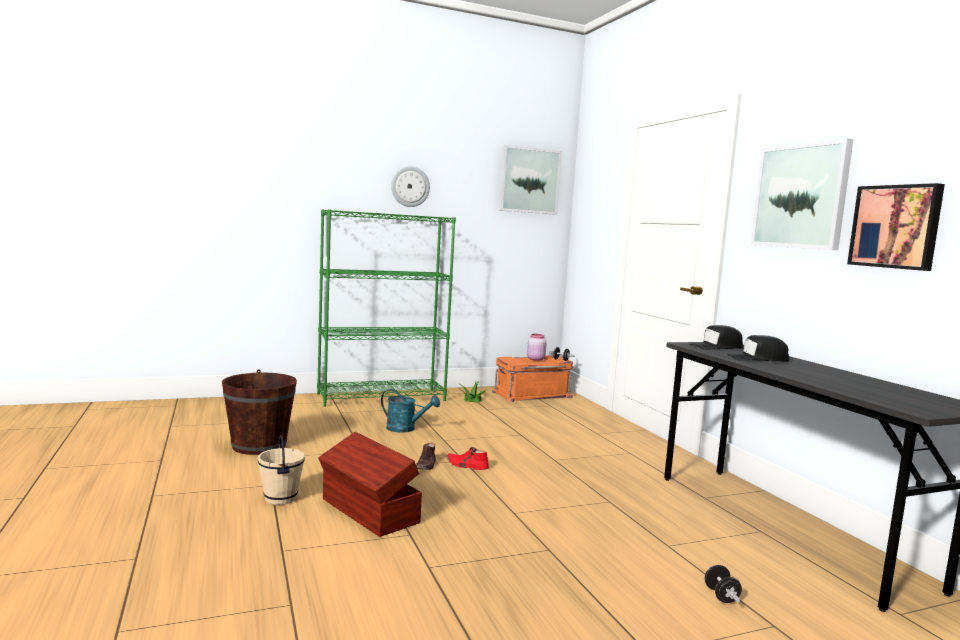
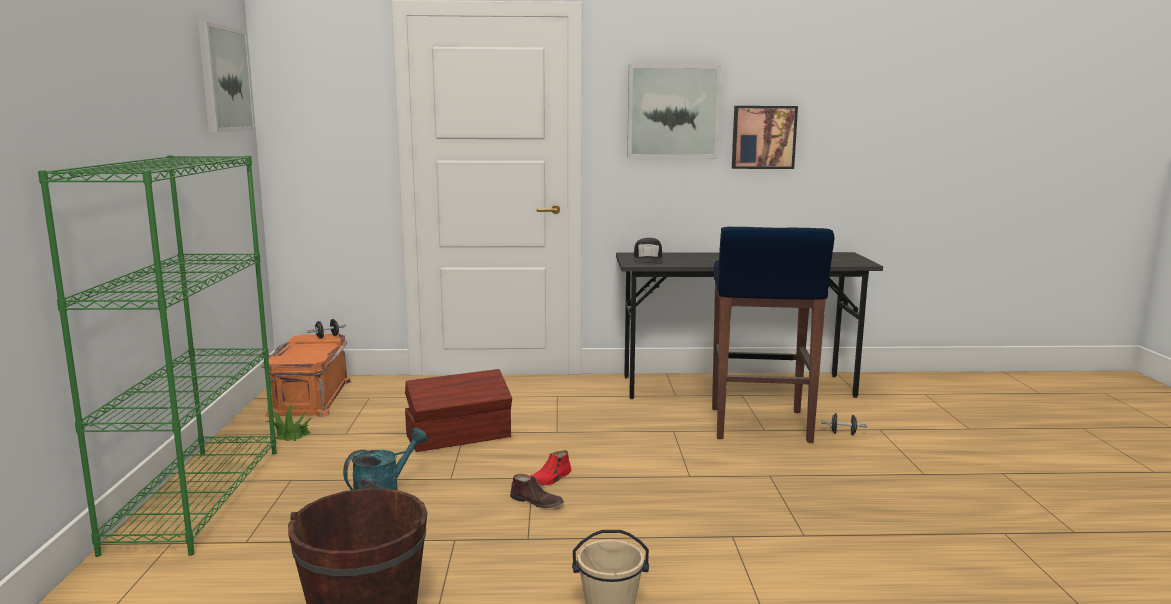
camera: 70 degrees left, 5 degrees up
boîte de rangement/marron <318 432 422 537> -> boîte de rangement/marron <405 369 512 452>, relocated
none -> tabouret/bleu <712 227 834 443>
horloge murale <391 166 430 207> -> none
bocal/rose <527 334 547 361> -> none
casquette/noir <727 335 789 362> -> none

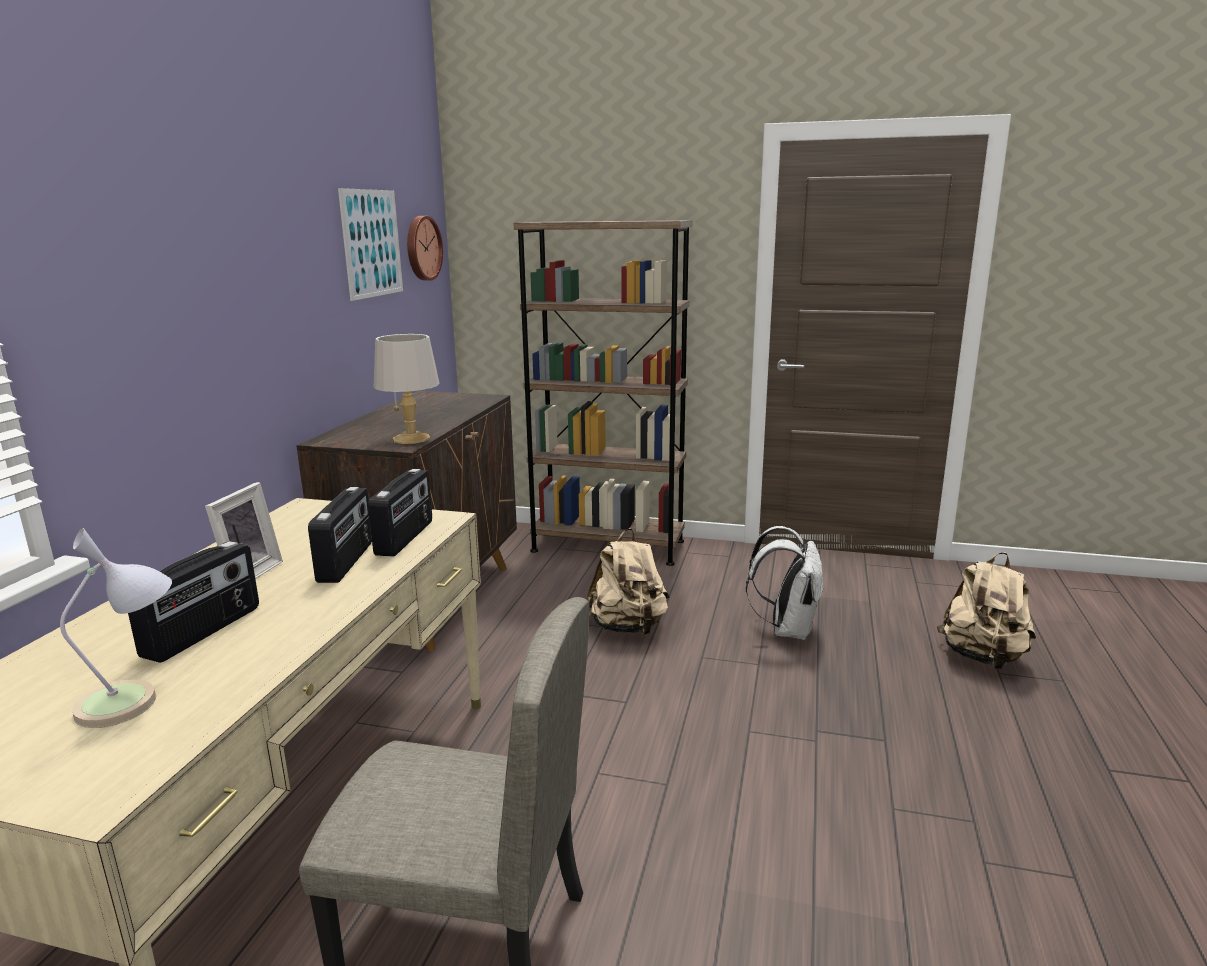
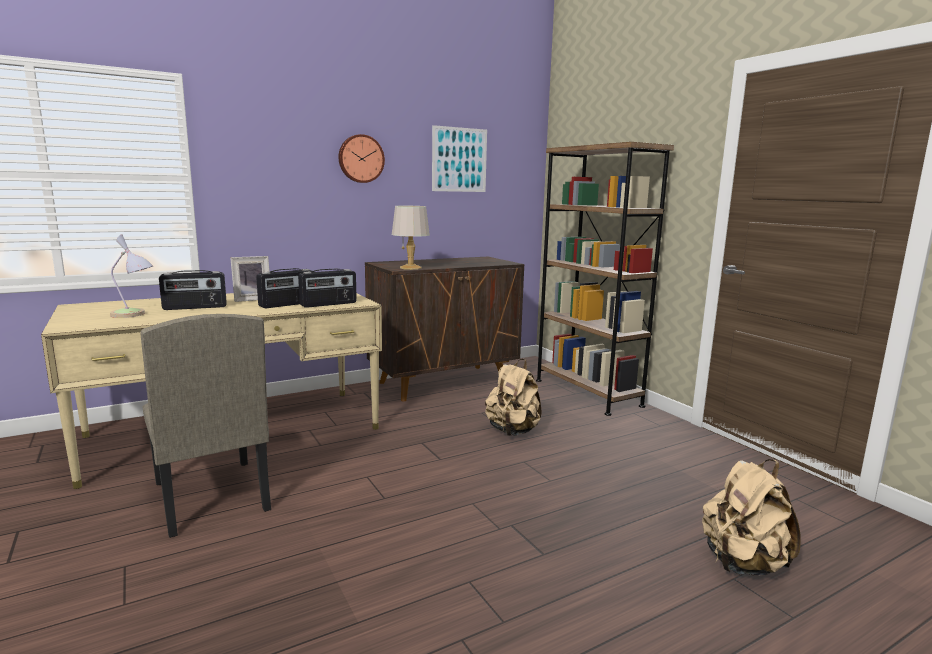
camera: 45 degrees right, 5 degrees down
horloge murale <407 216 443 281> -> horloge murale <338 134 385 183>, relocated
sac à dos/blanc <746 526 824 640> -> none

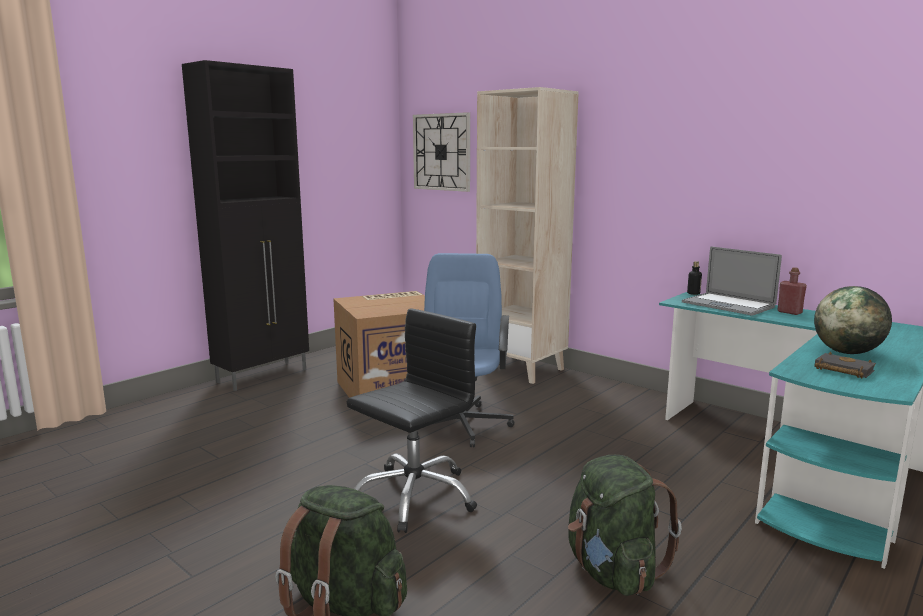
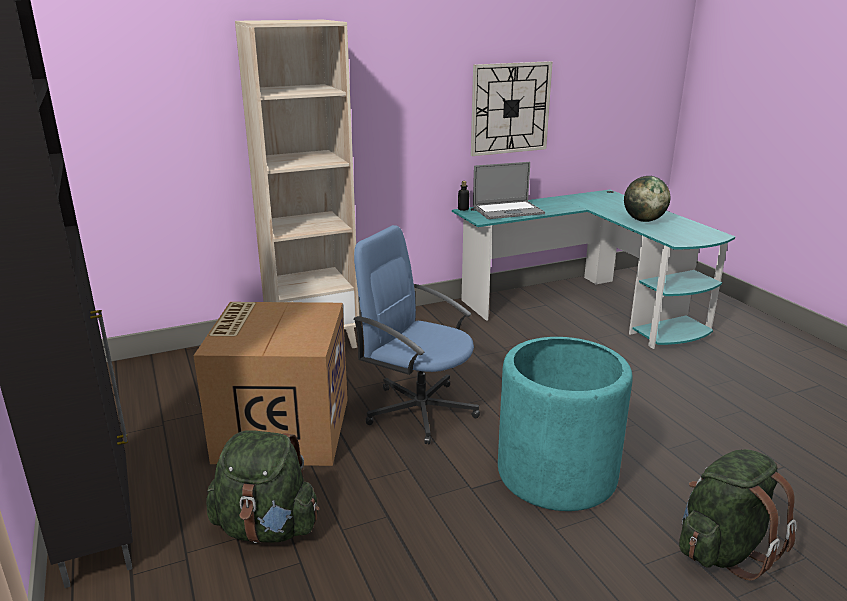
camera: 65 degrees left, 10 degrees up
sac à dos/vert <568 455 682 596> -> sac à dos/vert <206 430 319 543>, relocated
horloge murale <413 112 470 192> -> horloge murale <471 61 552 156>, relocated
chaise de bureau/noir <347 308 477 533> -> cache-pot/turquoise <498 337 633 511>
bouteille/rouge <777 267 807 315> -> none
livre/noir <814 352 876 378> -> none

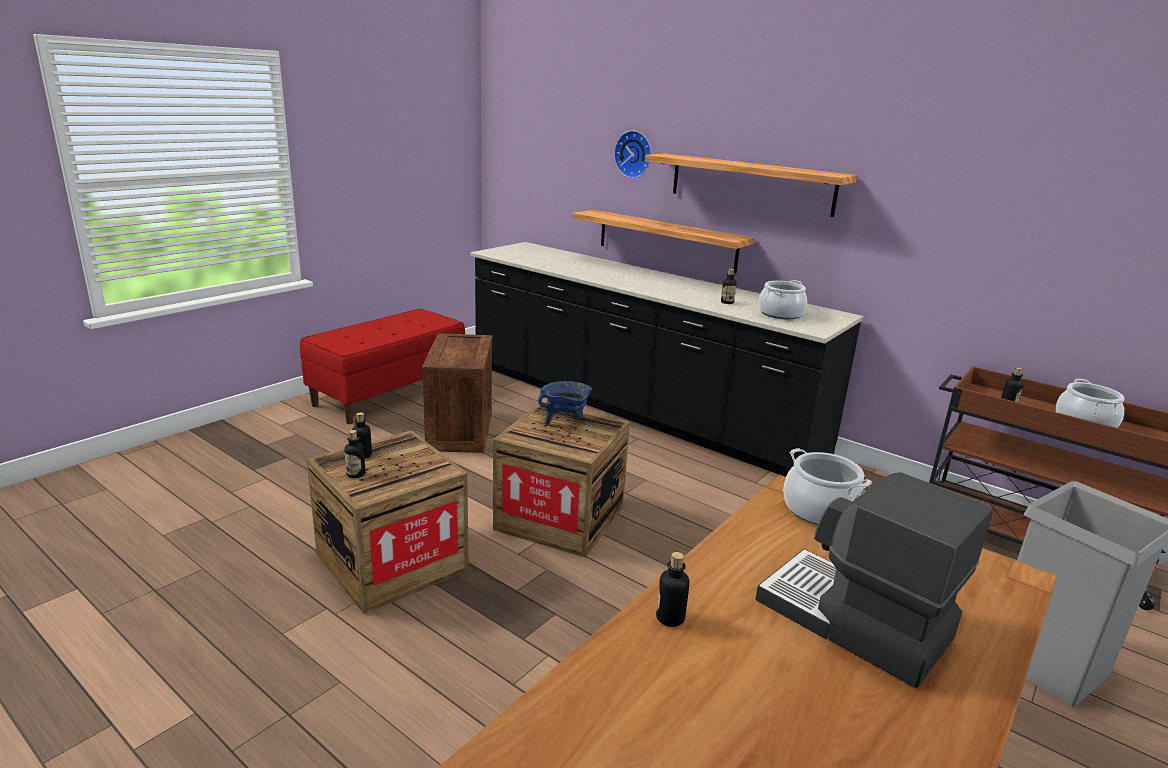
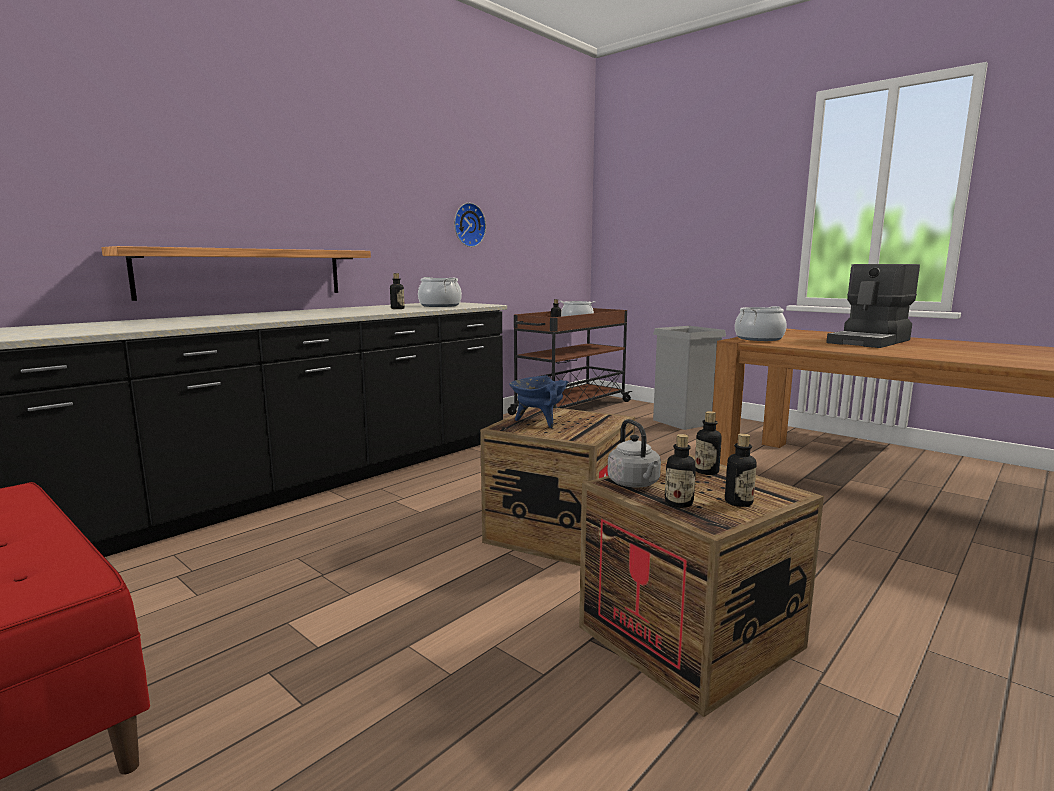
camera: 85 degrees left, 10 degrees down
horloge murale <614 130 652 178> -> horloge murale <454 203 486 247>, relocated
none -> bouilloire/gris <608 419 661 488>
bouteille <656 552 689 627> -> bouteille <695 411 722 475>, relocated
caisse <422 333 492 453> -> none
étagère <645 153 857 217> -> none

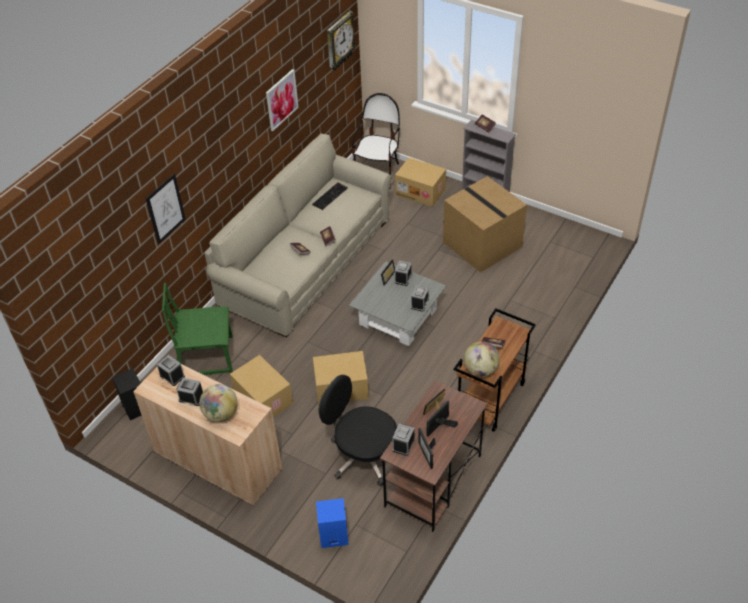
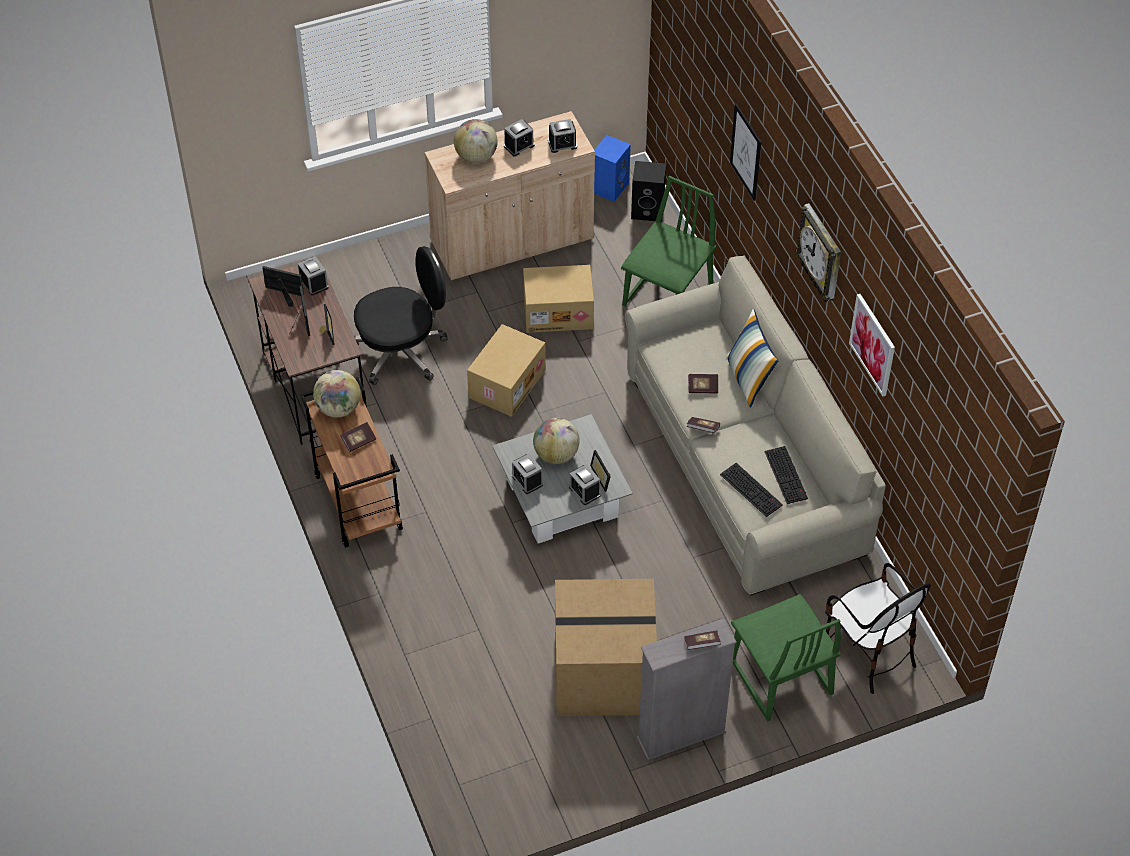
camera: 125 degrees right, 5 degrees up
none -> globe <533 418 580 464>
enceinte/bleu <316 498 349 548> -> enceinte/bleu <594 135 631 202>, relocated
none -> clavier <720 463 783 517>
none -> coussin <727 309 778 408>
carton <395 158 446 207> -> chaise/vert <731 594 841 721>
horloge murale <327 11 356 70> -> horloge murale <795 203 841 302>, relocated

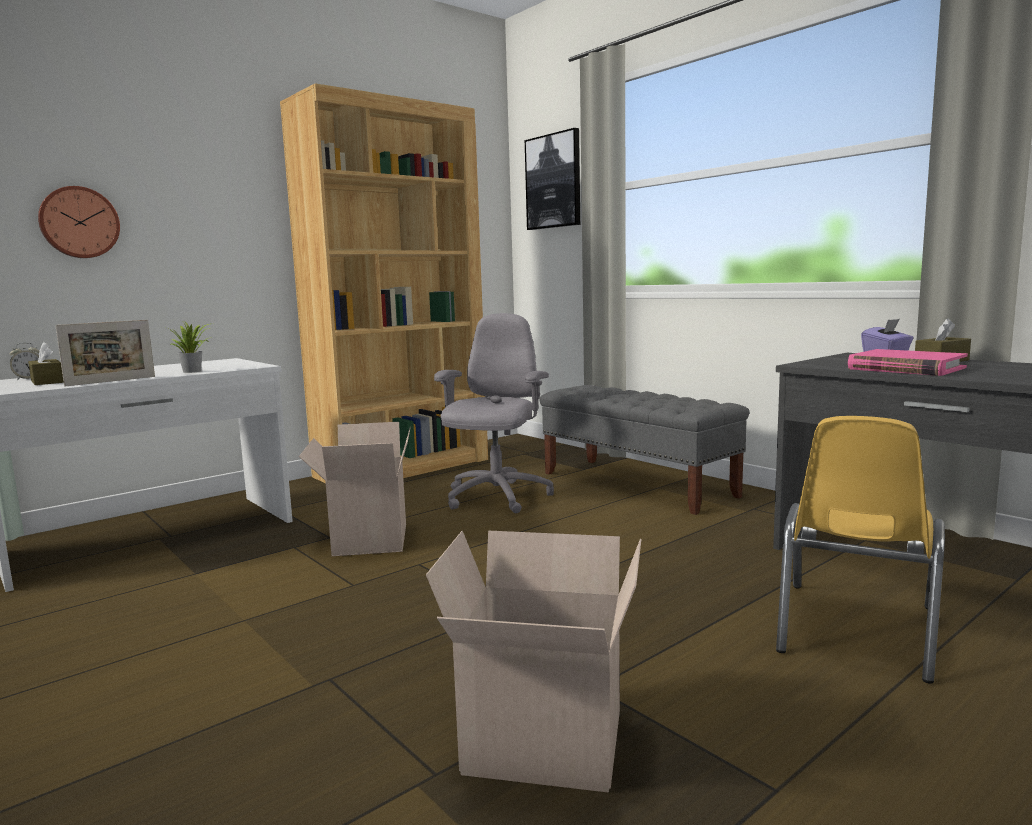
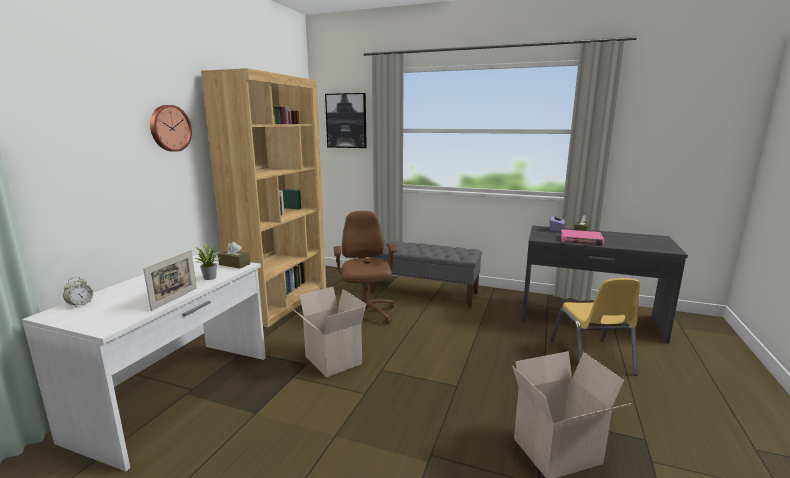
camera: 30 degrees left, 5 degrees up
horloge murale <38 186 120 258> -> horloge murale <150 105 192 152>, relocated
boîte à mouchoirs/marron <28 342 64 385> -> boîte à mouchoirs/marron <218 242 250 268>, relocated
chaise de bureau/gris <434 313 554 513> -> chaise de bureau/marron <334 211 397 324>

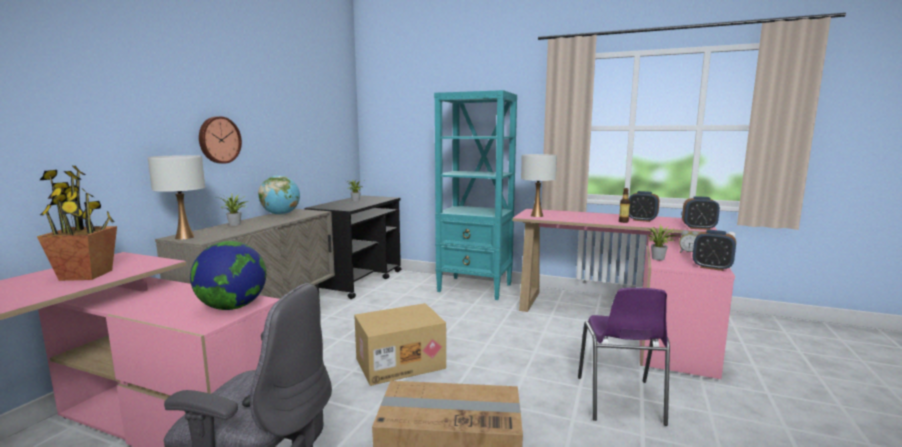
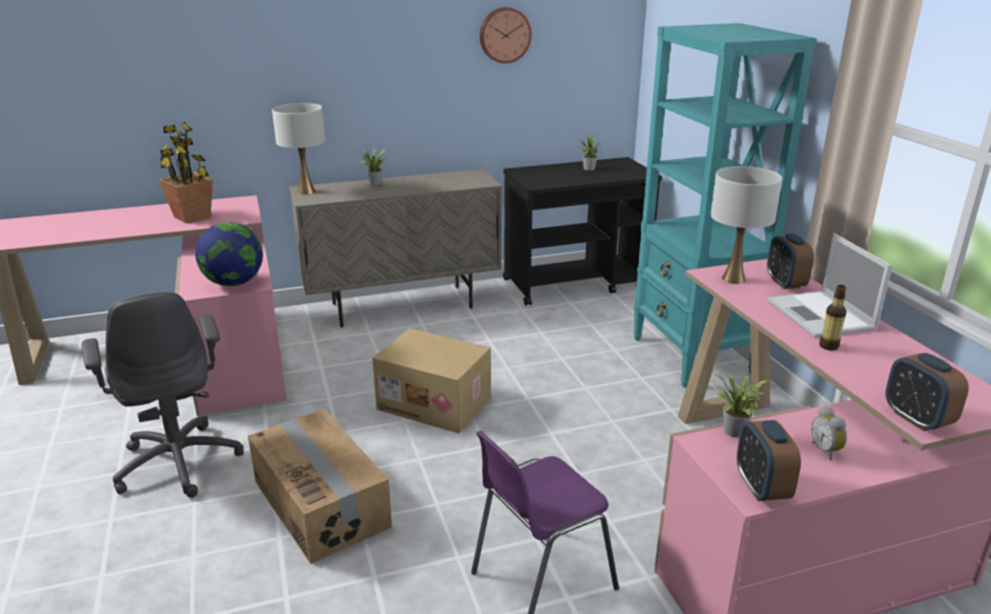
camera: 50 degrees right, 15 degrees up
horloge murale <199 116 242 164> -> horloge murale <480 7 532 63>, relocated
none -> ordinateur portable <766 233 892 338>
réveil <629 191 659 222> -> réveil <767 233 814 289>, relocated
globe <258 175 300 215> -> none

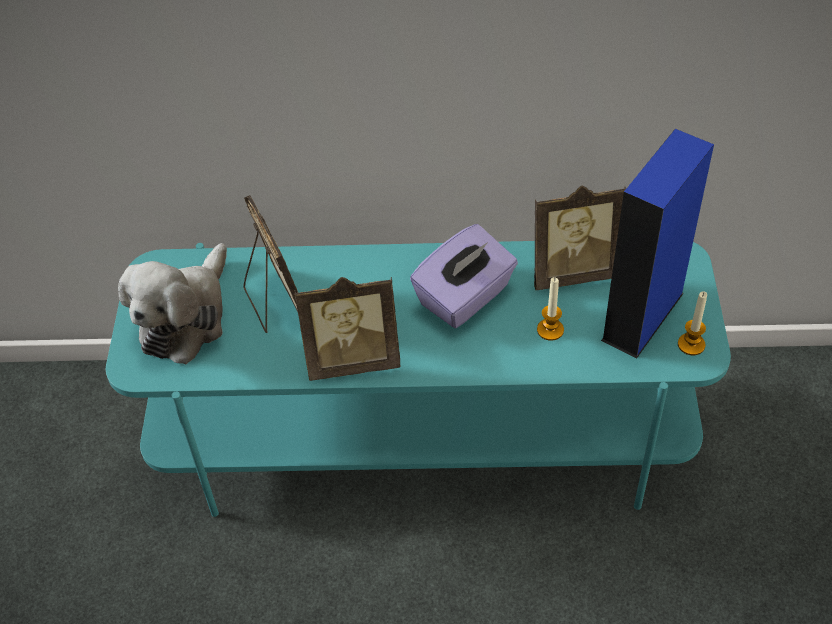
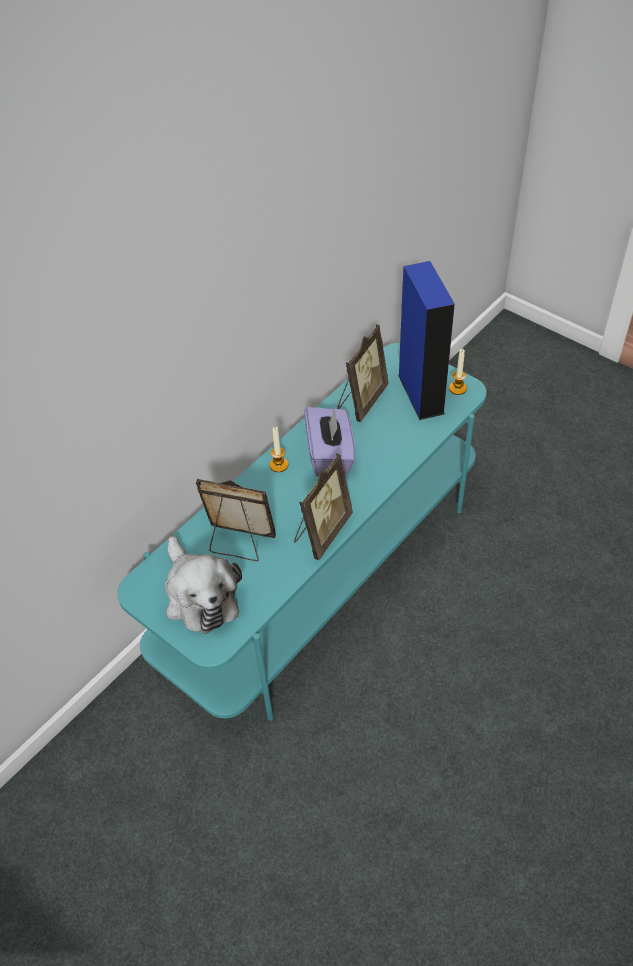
camera: 50 degrees left, 0 degrees up
bougie <537 277 564 341> -> bougie <270 427 288 472>, relocated

